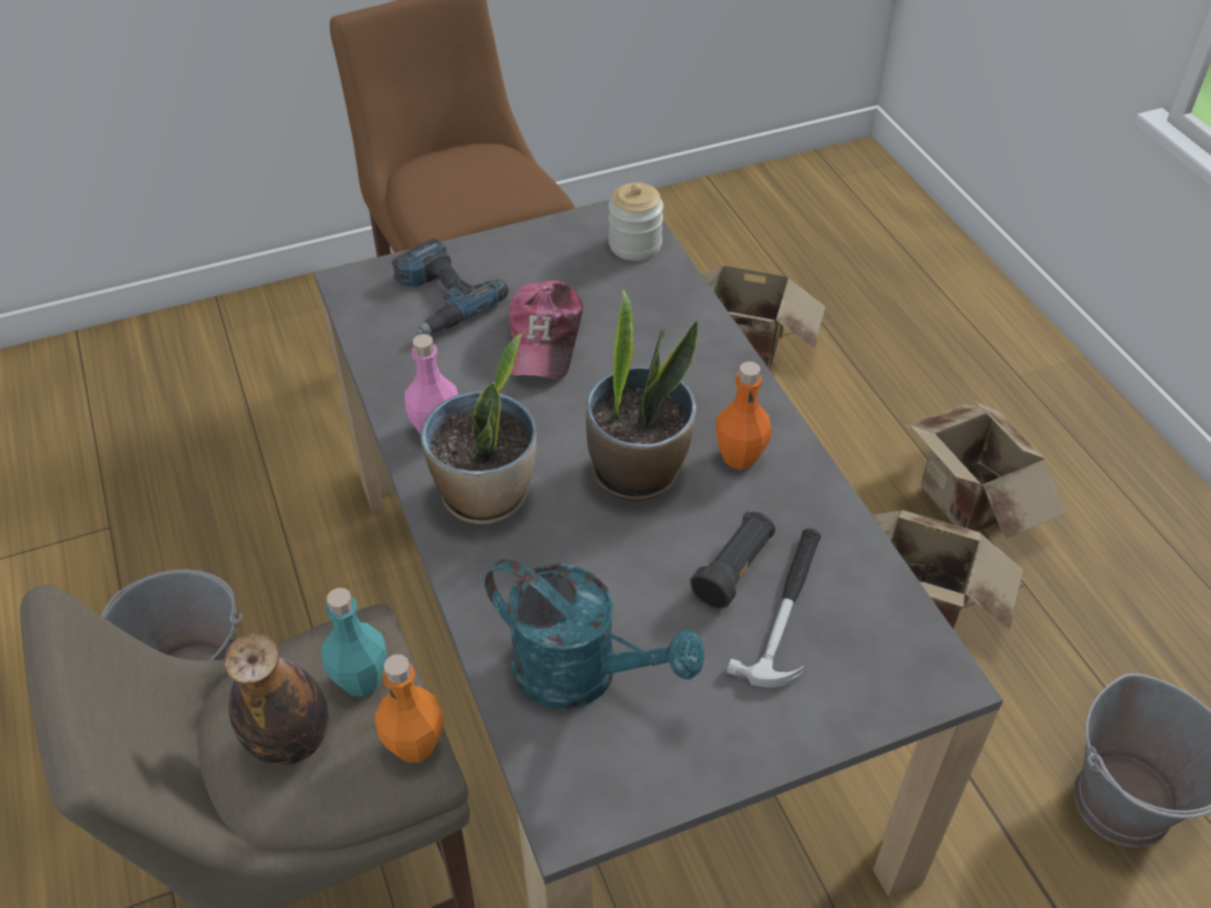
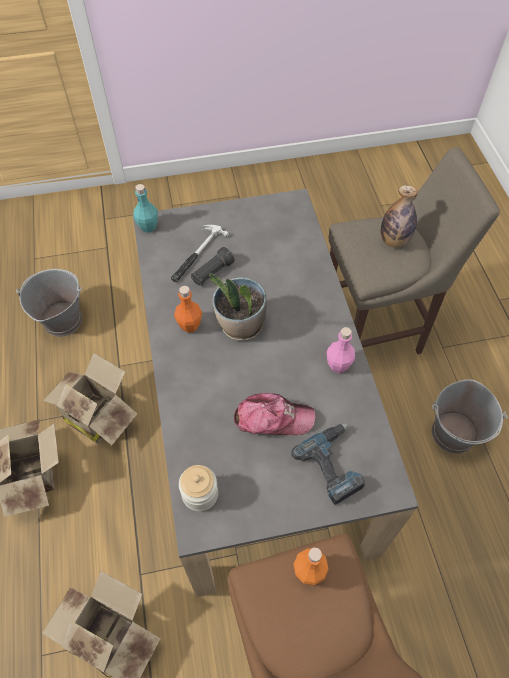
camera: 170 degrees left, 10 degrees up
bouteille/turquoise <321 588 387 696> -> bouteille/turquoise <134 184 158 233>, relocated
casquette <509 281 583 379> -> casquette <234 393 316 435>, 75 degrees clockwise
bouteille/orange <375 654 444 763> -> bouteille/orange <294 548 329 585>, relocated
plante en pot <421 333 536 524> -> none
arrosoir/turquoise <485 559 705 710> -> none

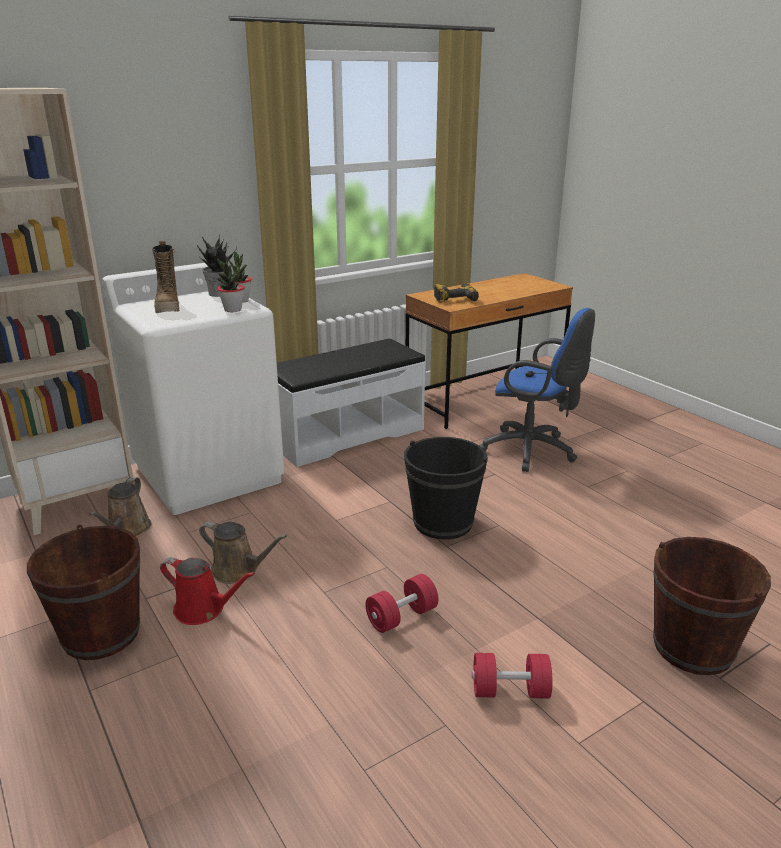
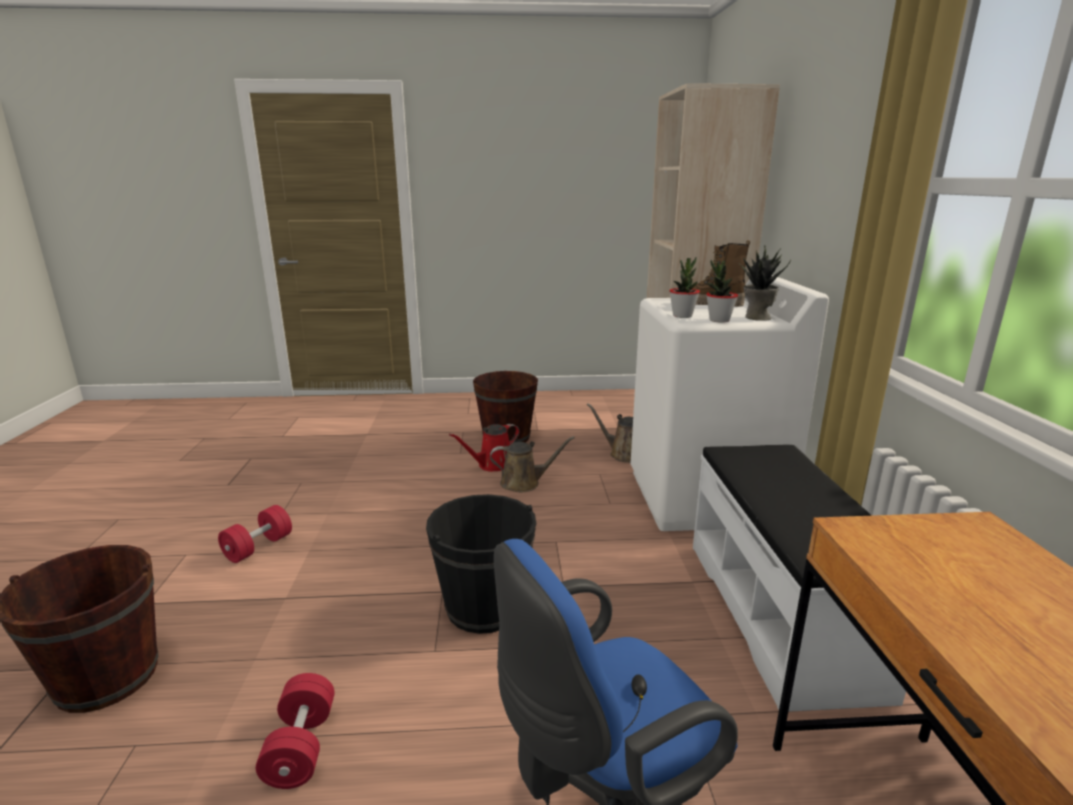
camera: 120 degrees right, 5 degrees down
haltère/rouge <366 574 439 633> -> haltère/rouge <256 673 334 789>, relocated
arrosoir/marron <199 521 287 584> -> arrosoir/marron <490 436 575 492>, 150 degrees counterclockwise
perceuse <434 283 479 303> -> none

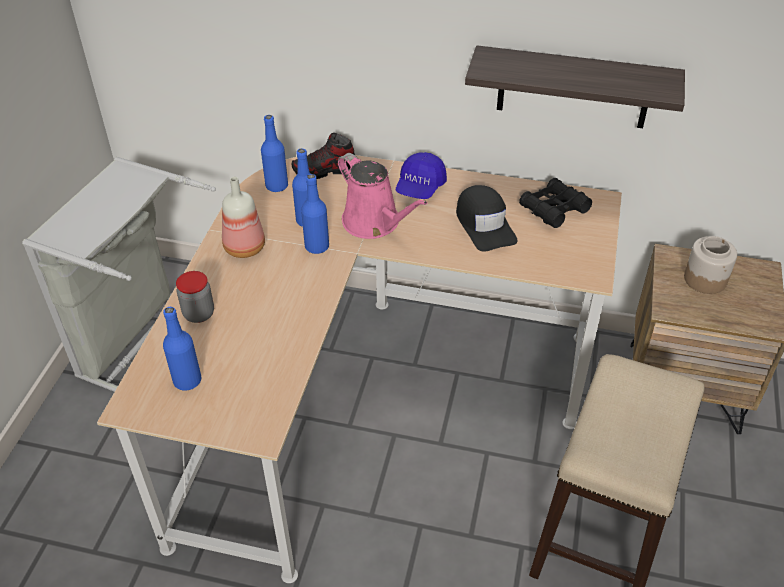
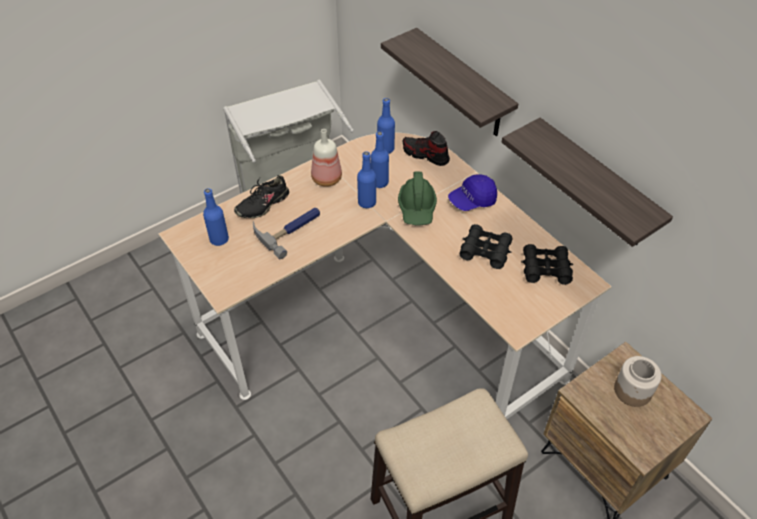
camera: 40 degrees right, 5 degrees up
bocal <176 271 214 323> -> chaussure/noir <234 175 289 218>
none -> marteau <253 208 320 259>
none -> étagère <381 28 518 136>
arrosoir/rose <338 153 428 239> -> casque de chantier/vert <398 172 437 226>
casquette/noir <456 185 518 252> -> jumelles/noir <460 224 513 269>

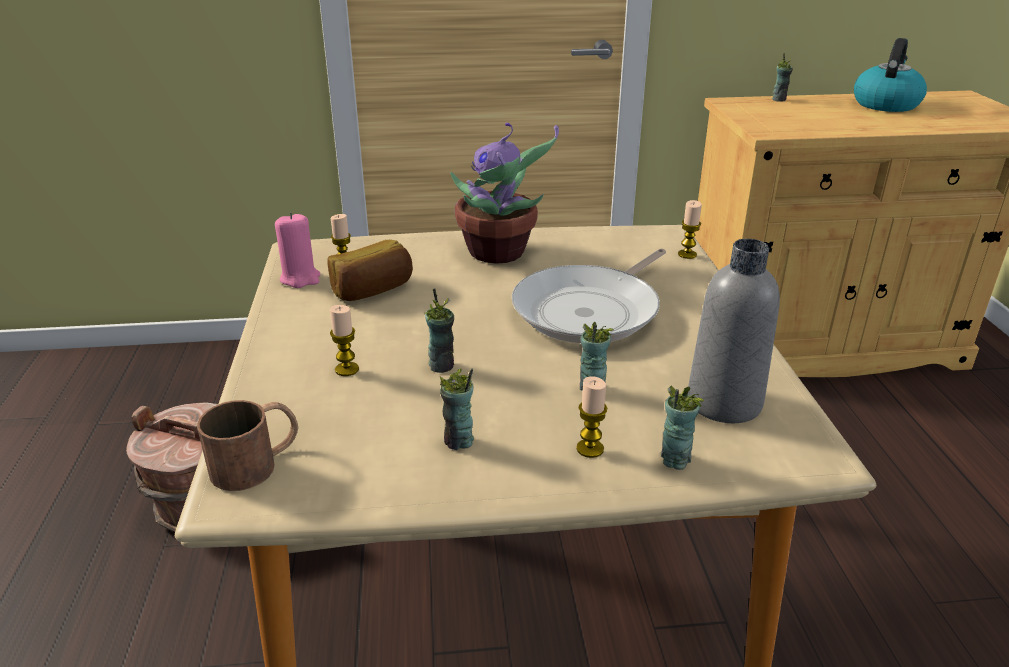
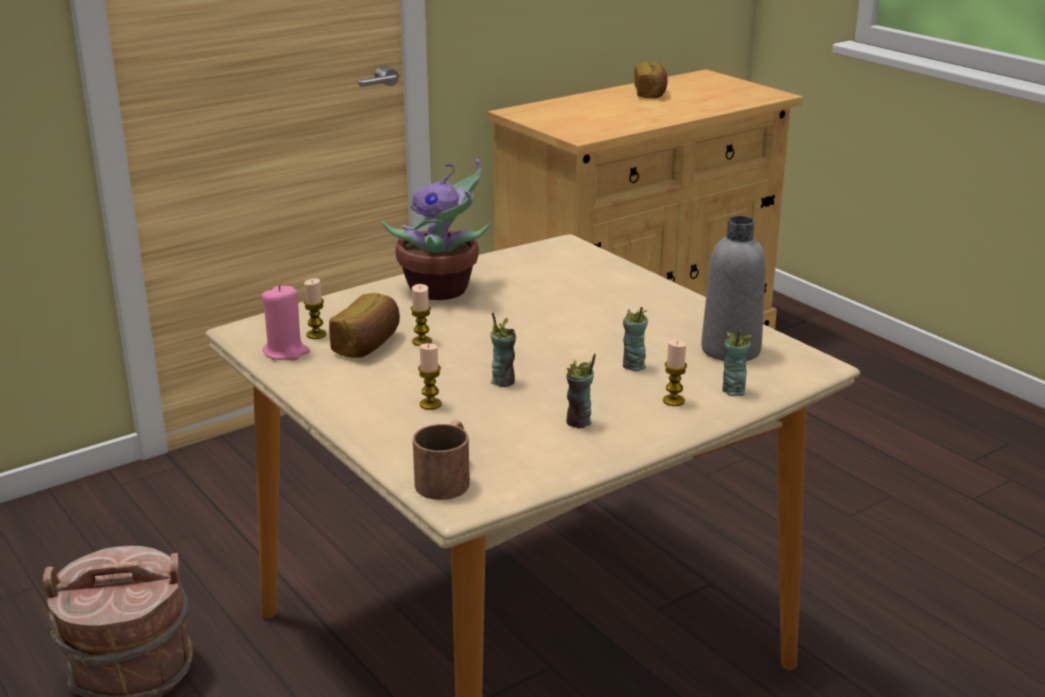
camera: 30 degrees left, 5 degrees down
bougie <678 200 702 259> -> bougie <411 284 432 346>, relocated
bouilloire <854 38 927 112> -> pain <634 62 668 99>
poêle <512 249 666 343> -> none
tasse <772 53 793 102> -> none

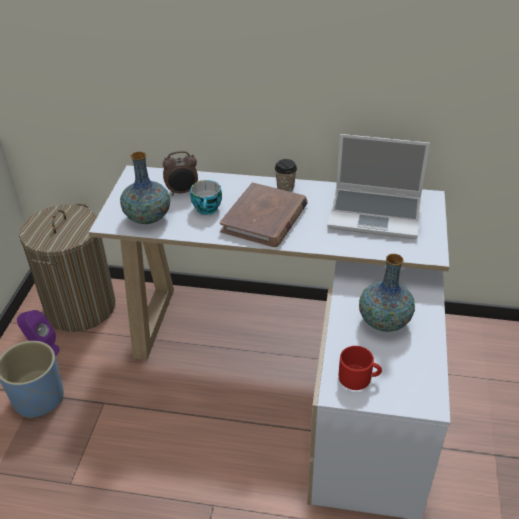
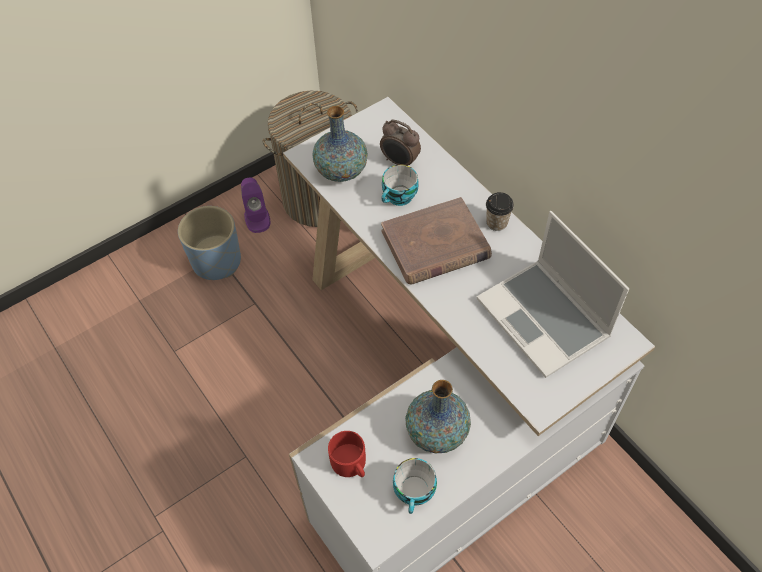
camera: 45 degrees right, 15 degrees up
none -> tasse <393 458 437 514>

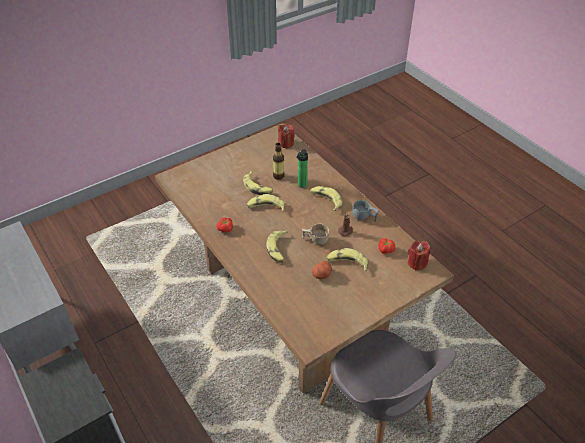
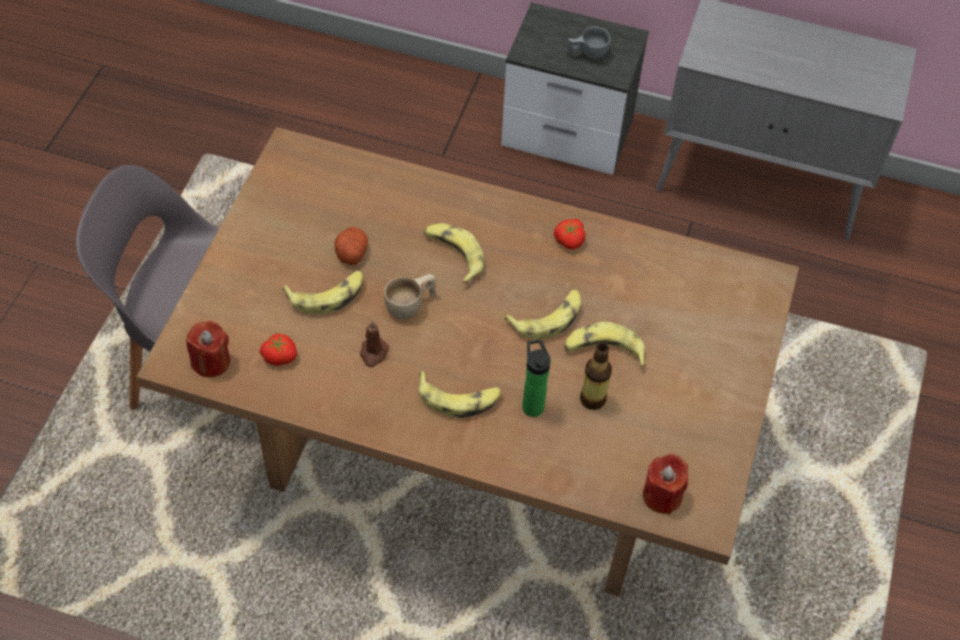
camera: 140 degrees right, 10 degrees up
tasse/gris <352 200 379 222> -> tasse/gris <566 26 610 59>, relocated

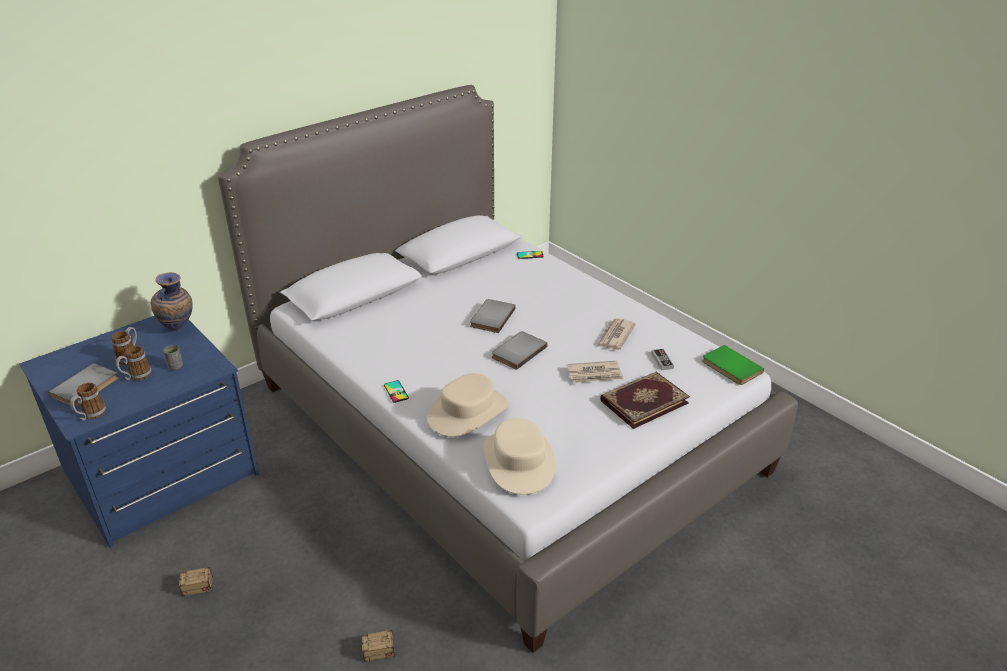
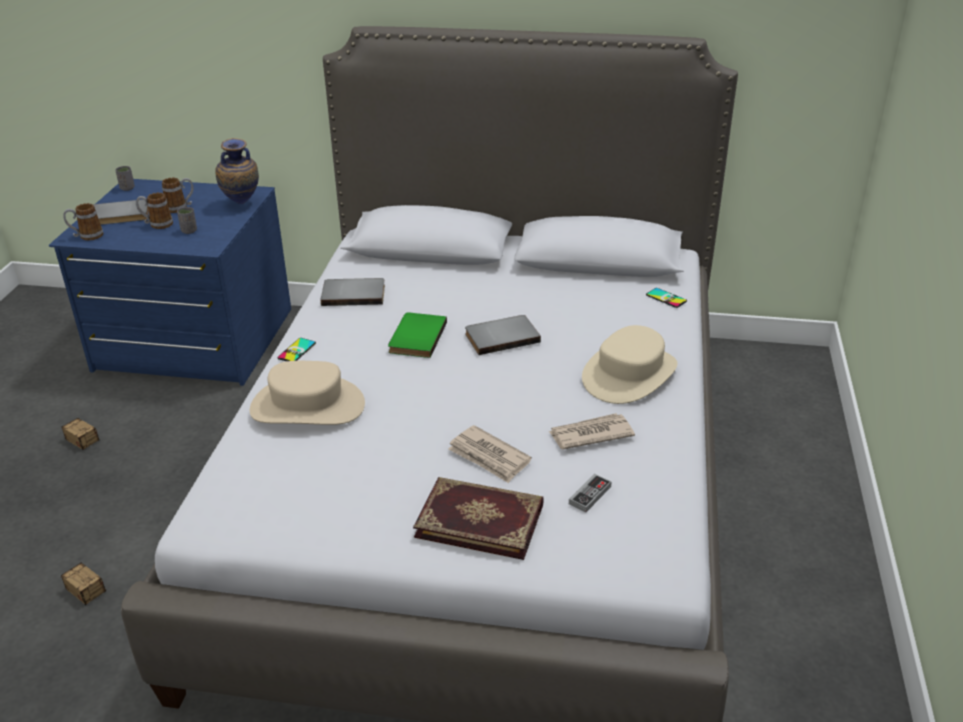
camera: 50 degrees right, 0 degrees up
none -> tasse/gris <115 166 135 191>
livre/gris <492 331 548 370> -> livre/gris <321 278 385 306>, relocated
livre/vert <702 345 764 385> -> livre/vert <388 312 447 358>, relocated
chapeau/beige <484 418 555 495> -> chapeau/beige <582 325 677 404>, relocated

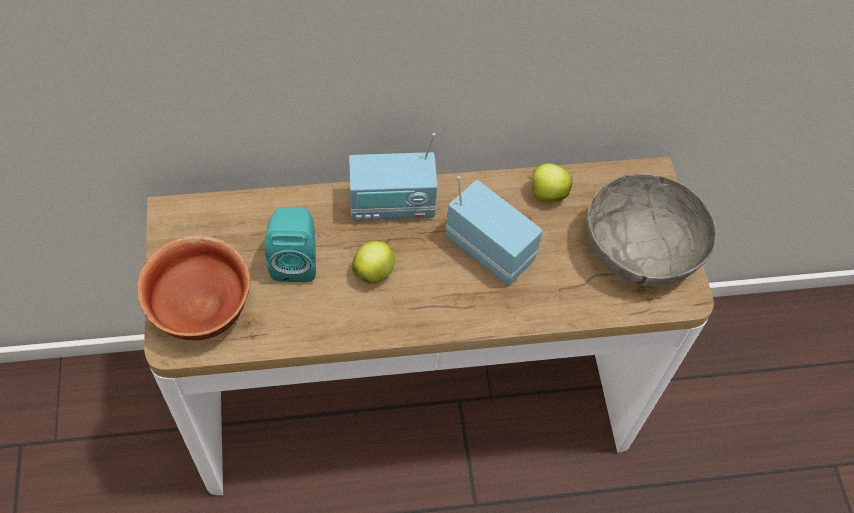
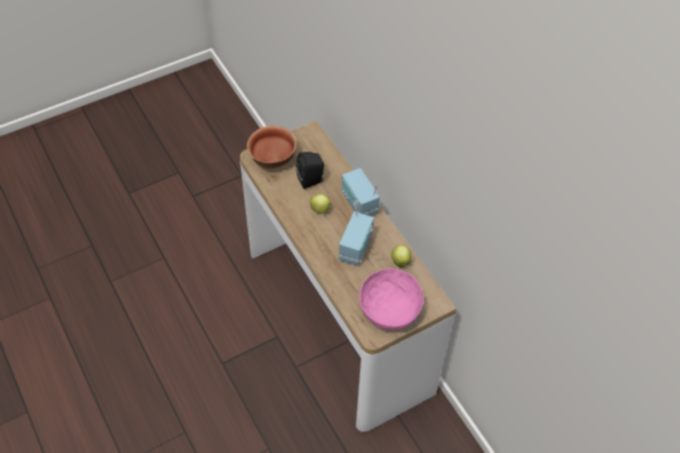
camera: 70 degrees right, 5 degrees down
enceinte/turquoise <264 207 316 282> -> enceinte/noir <296 152 324 189>
bol/gris <586 174 717 286> -> bol/rose <359 268 424 330>

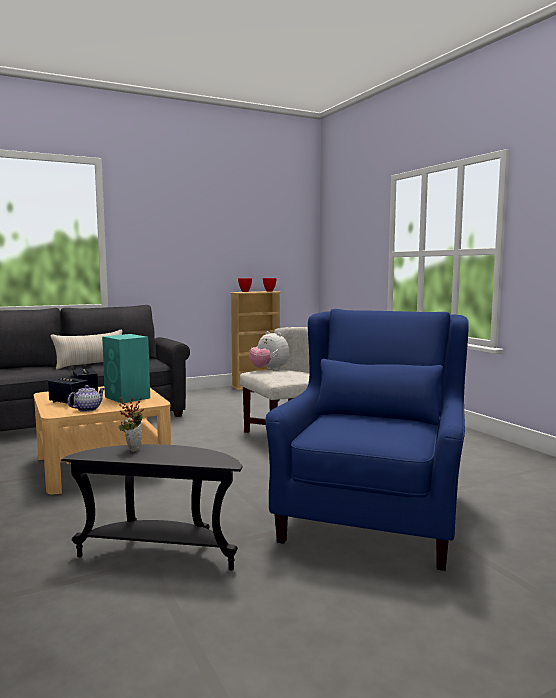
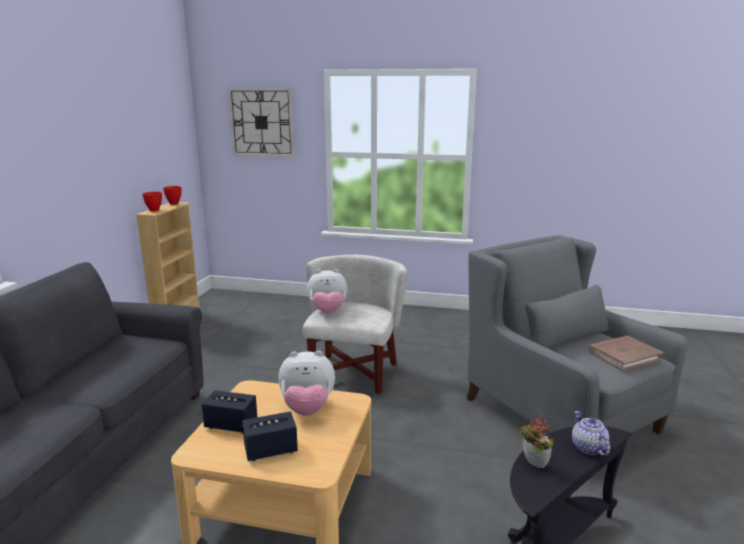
camera: 50 degrees left, 10 degrees up
none -> horloge murale <228 88 294 157>
enceinte/turquoise <102 334 150 403> -> peluche <279 351 335 416>
fauteuil/bleu <265 309 469 571> -> fauteuil/gris <466 235 688 434>
théière <67 385 105 412> -> théière <572 411 610 456>, relocated
none -> livre/marron <588 336 664 371>
coussin/beige <51 330 122 369> -> none

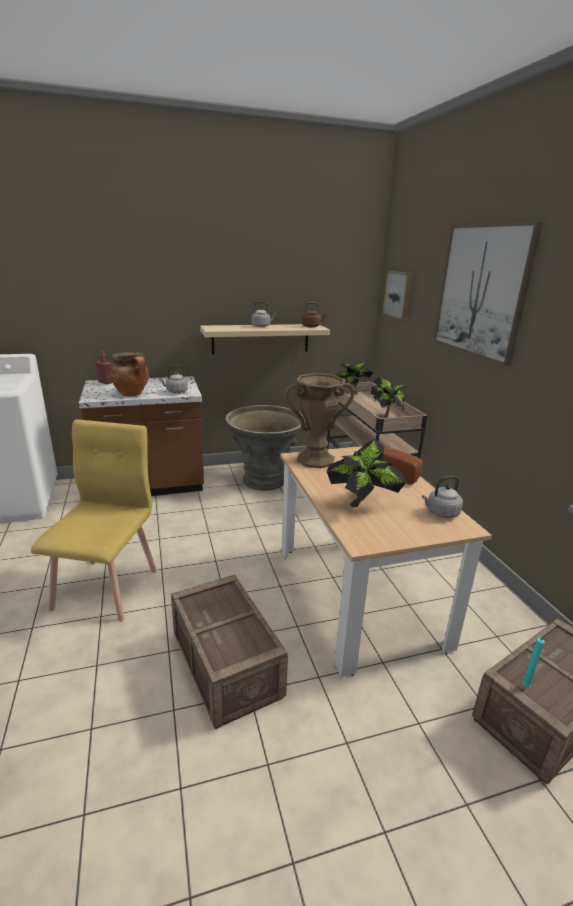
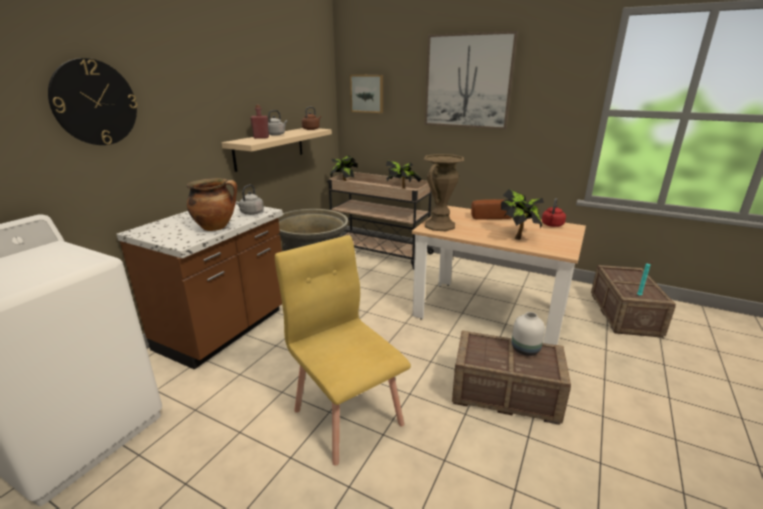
camera: 45 degrees left, 0 degrees up
none -> horloge murale <48 58 137 145>
bouteille/rouge <95 351 112 384> -> bouteille/rouge <250 105 269 139>, relocated
none -> vase/blanc <512 312 545 356>
bouilloire/gris <422 476 463 518> -> bouilloire/rouge <542 198 566 227>

